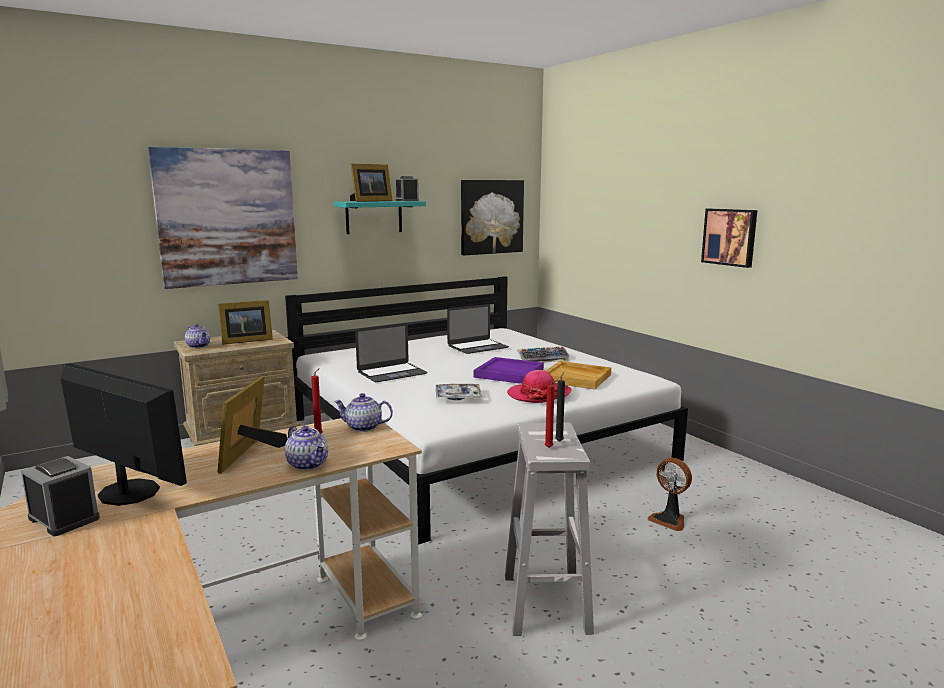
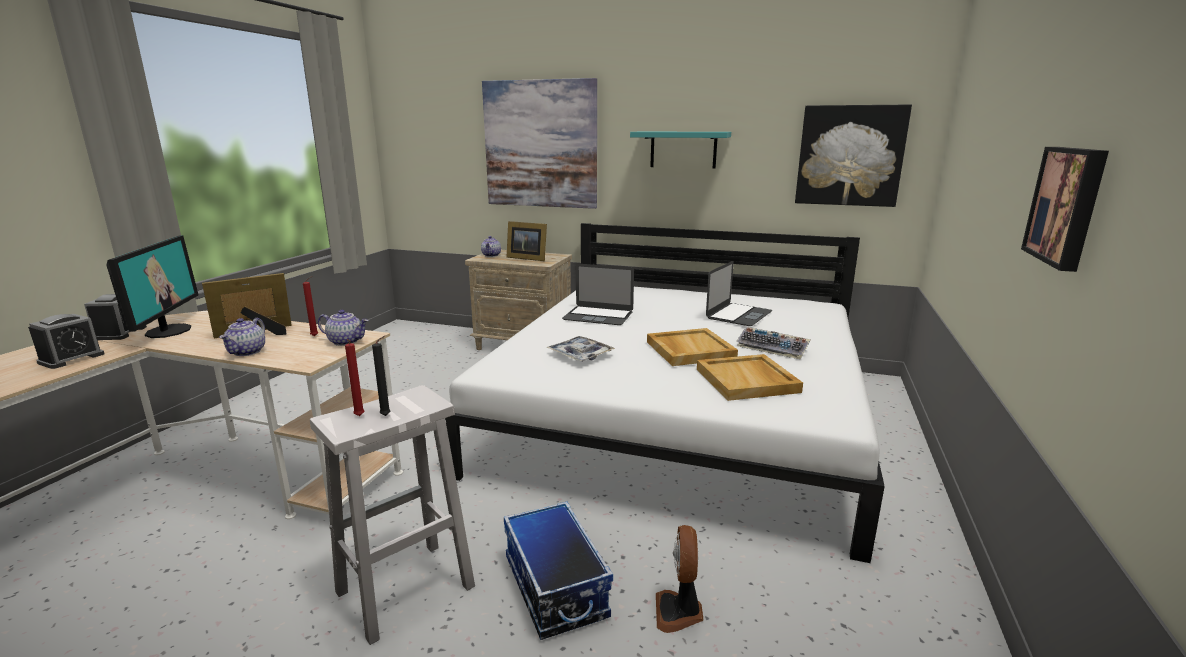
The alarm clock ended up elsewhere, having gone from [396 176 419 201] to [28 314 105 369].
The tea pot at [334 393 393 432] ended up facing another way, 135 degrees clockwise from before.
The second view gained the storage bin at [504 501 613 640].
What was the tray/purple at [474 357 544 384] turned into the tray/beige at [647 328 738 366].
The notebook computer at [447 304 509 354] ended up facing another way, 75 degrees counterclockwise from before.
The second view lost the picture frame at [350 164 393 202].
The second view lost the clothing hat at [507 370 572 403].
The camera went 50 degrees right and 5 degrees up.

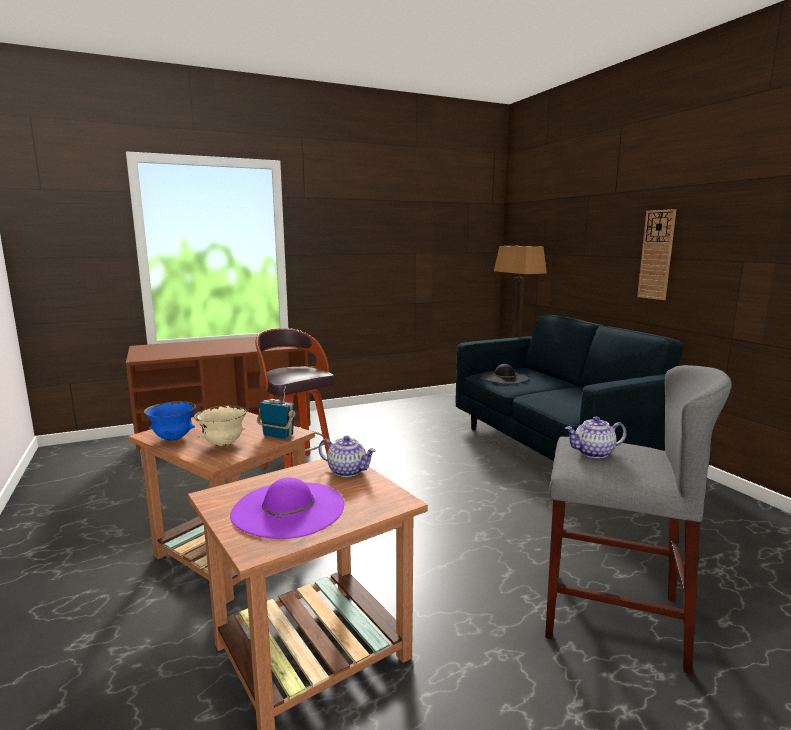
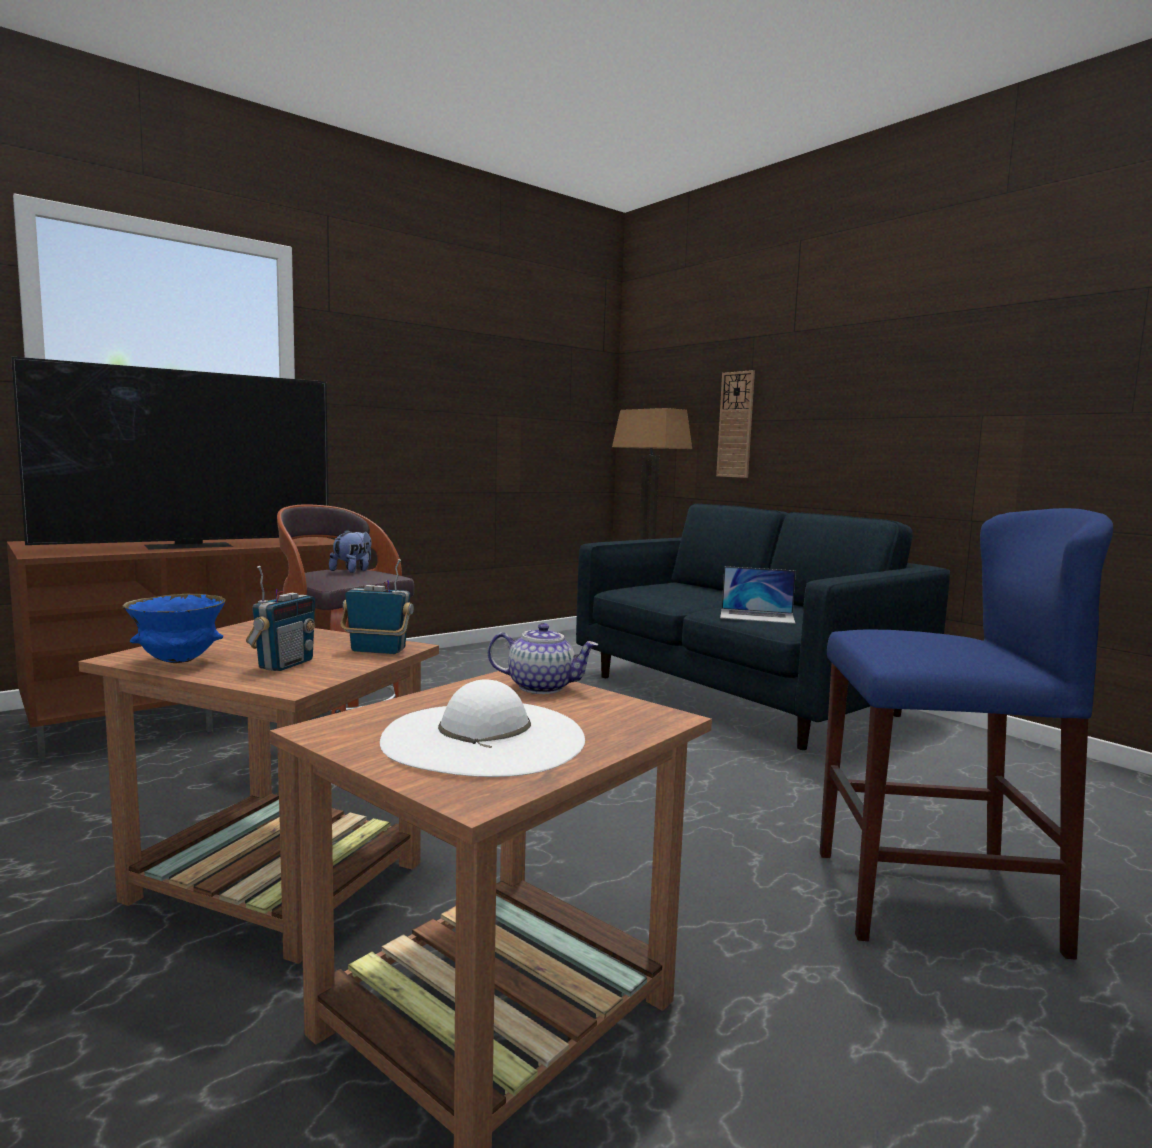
The second view gained the television at [11 356 328 550].
Where the deep dish/beige stood at [194 405 247 446], the radio came to stand at [246 566 316 671].
The second view gained the plush toy at [329 529 372 573].
What was the clothing hat/purple at [230 477 344 539] turned into the clothing hat/white at [380 679 585 777].
The clock on the wall ended up elsewhere, having gone from [637 209 676 300] to [716 370 755 478].
The second view gained the notebook computer at [720 566 796 624].
What was the sitting stool/greyish at [545 365 732 674] turned into the sitting stool/blue-coloured at [820 508 1113 960].
The second view lost the clothing hat/blackish at [479 364 529 384].
The second view lost the tea pot at [565 416 627 458].
The camera went 15 degrees left and 5 degrees down.

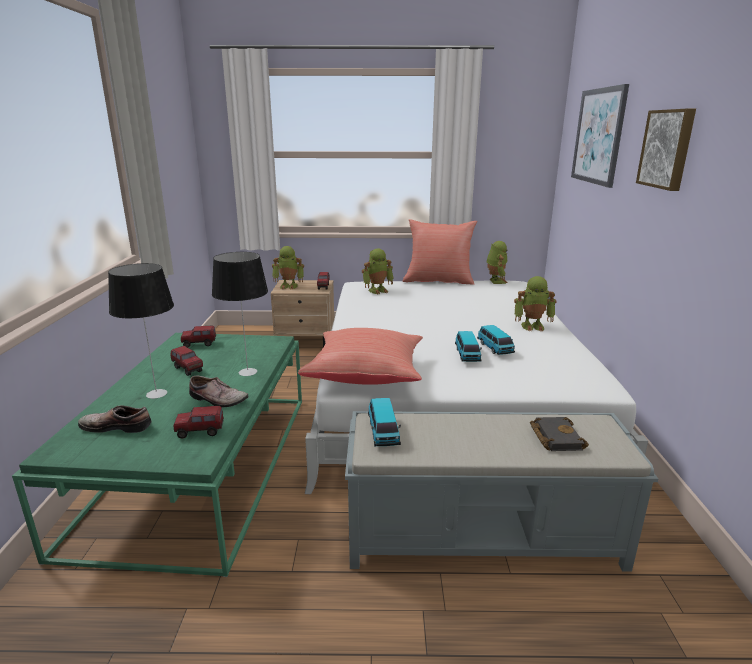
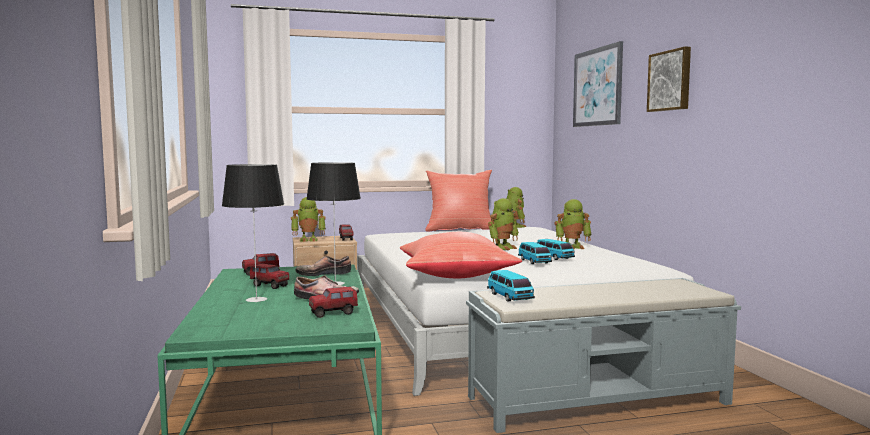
The item of footwear ended up elsewhere, having gone from [78 405 151 433] to [296 256 351 276].
The robot figure ended up elsewhere, having gone from [362 248 394 294] to [488 198 519 250].
The second view lost the book/blackish at [530 417 589 451].
The camera went 15 degrees left and 15 degrees down.

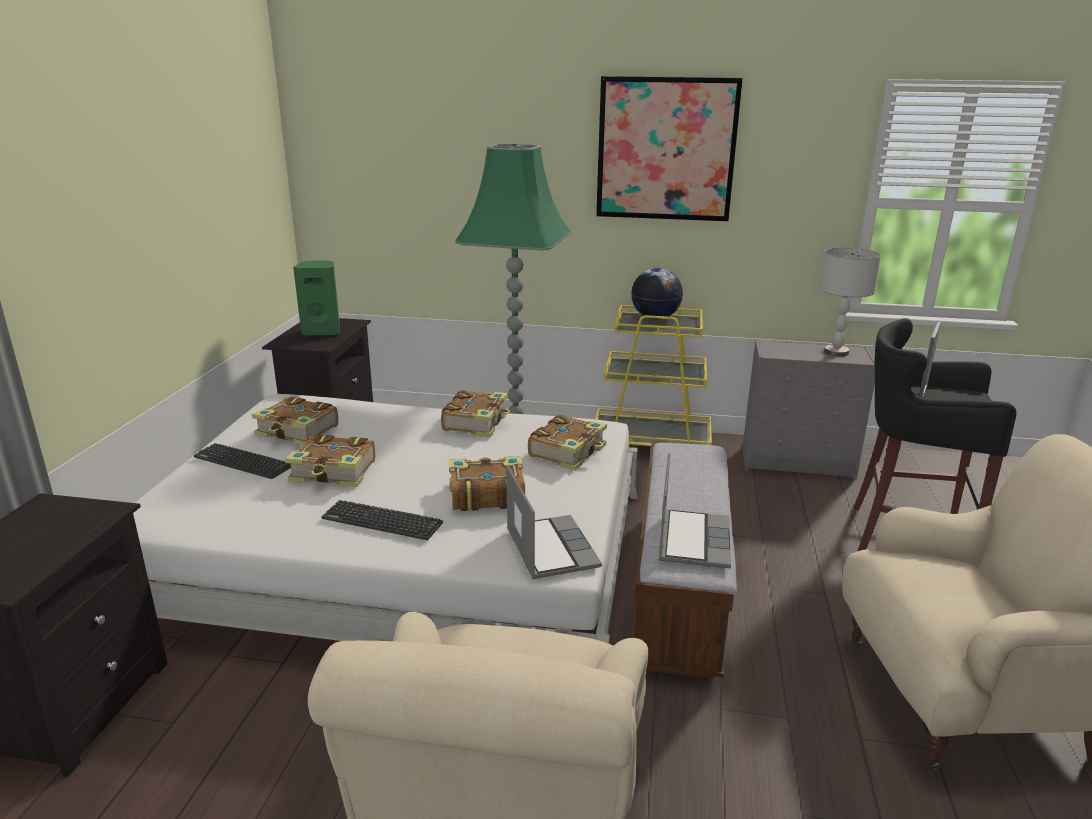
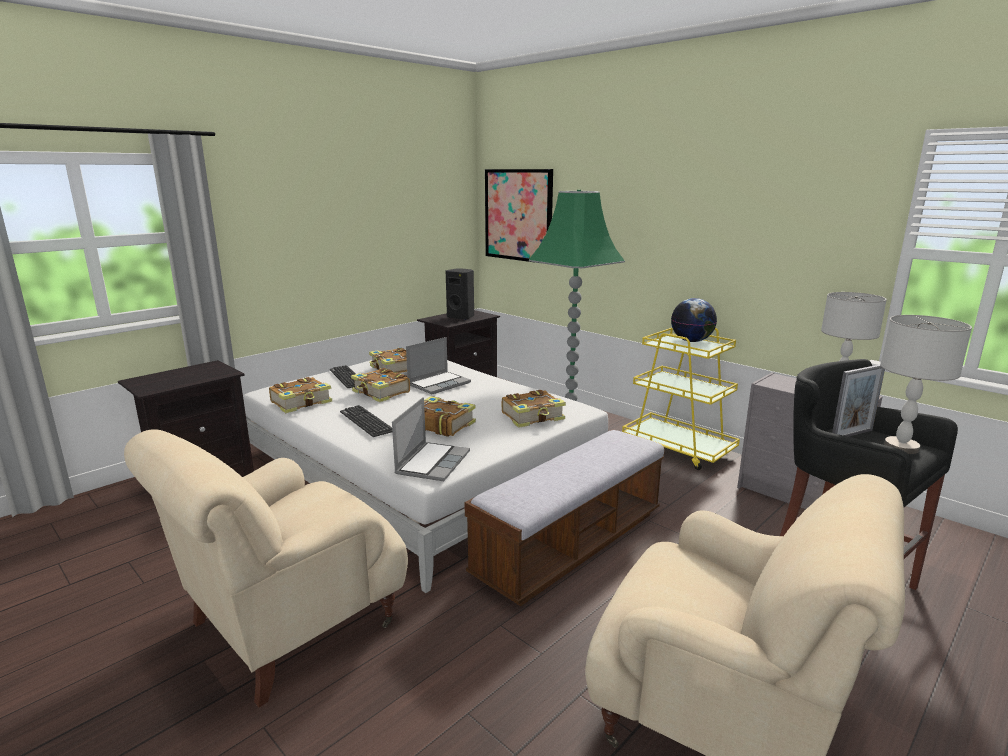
The book ended up elsewhere, having gone from [441 390 510 437] to [269 377 332 413].
The notebook computer ended up elsewhere, having gone from [659 453 731 568] to [406 337 471 394].
What was the speaker/green-coloured at [293 260 340 336] turned into the speaker/blackish at [446 269 474 320].
The picture ended up elsewhere, having gone from [596 76 743 221] to [485 169 553 264].
The second view gained the tabletop lamp/greyish at [880 315 972 454].
The camera went 35 degrees right and 5 degrees down.

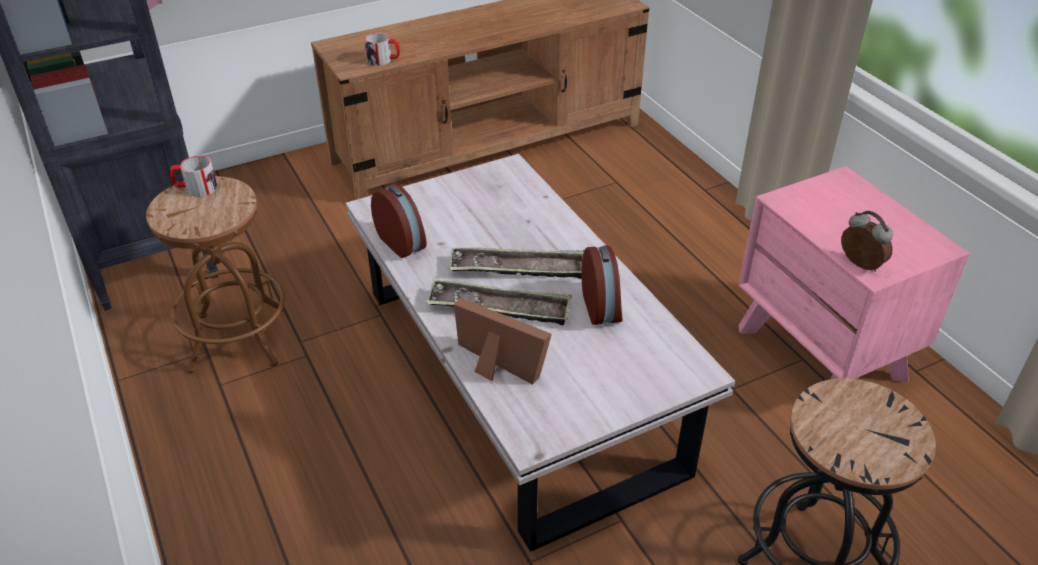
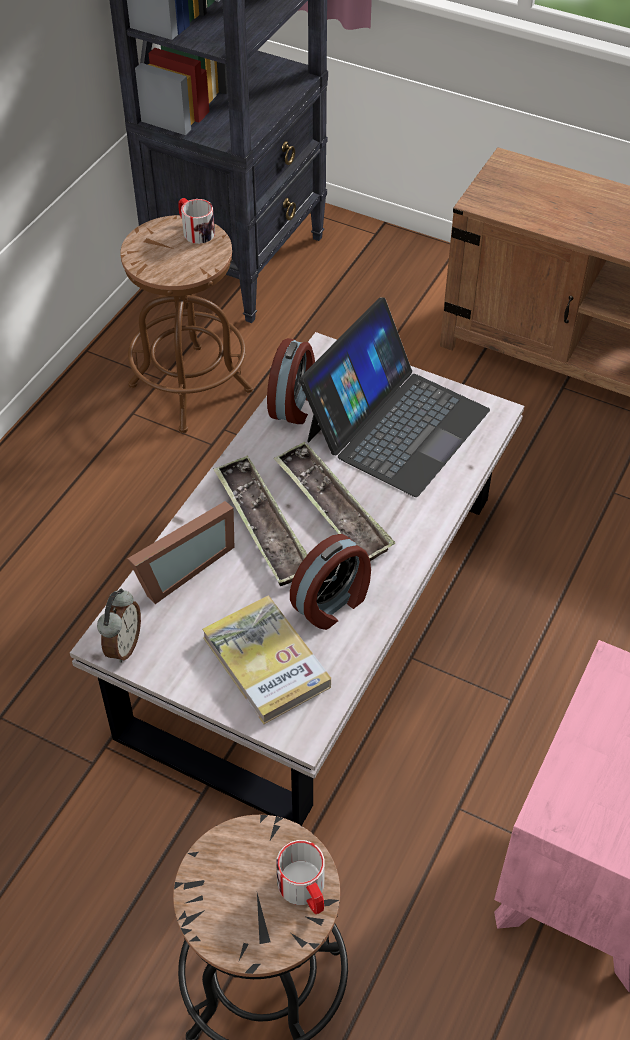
The alarm clock ended up elsewhere, having gone from [841 211 893 272] to [97 588 141 663].
The picture frame at [454 298 552 385] ended up facing another way, 45 degrees clockwise from before.
The second view gained the book at [202 596 331 724].
The tea mug ended up elsewhere, having gone from [364 33 400 66] to [276 840 325 914].
The second view gained the notebook computer at [299 298 490 497].
The camera went 55 degrees right and 10 degrees up.

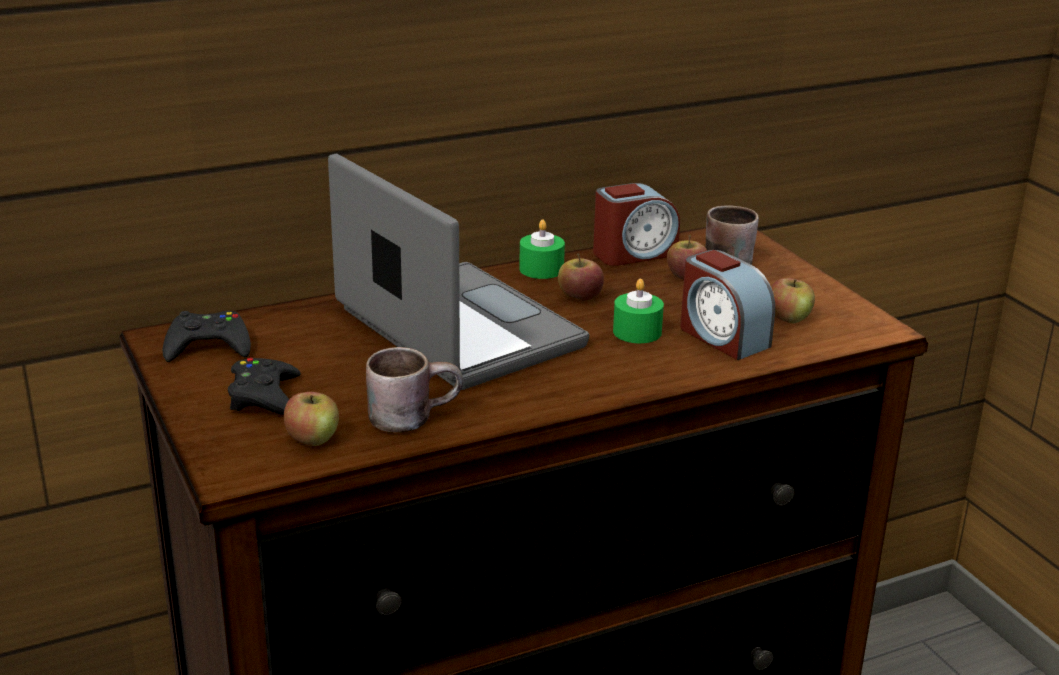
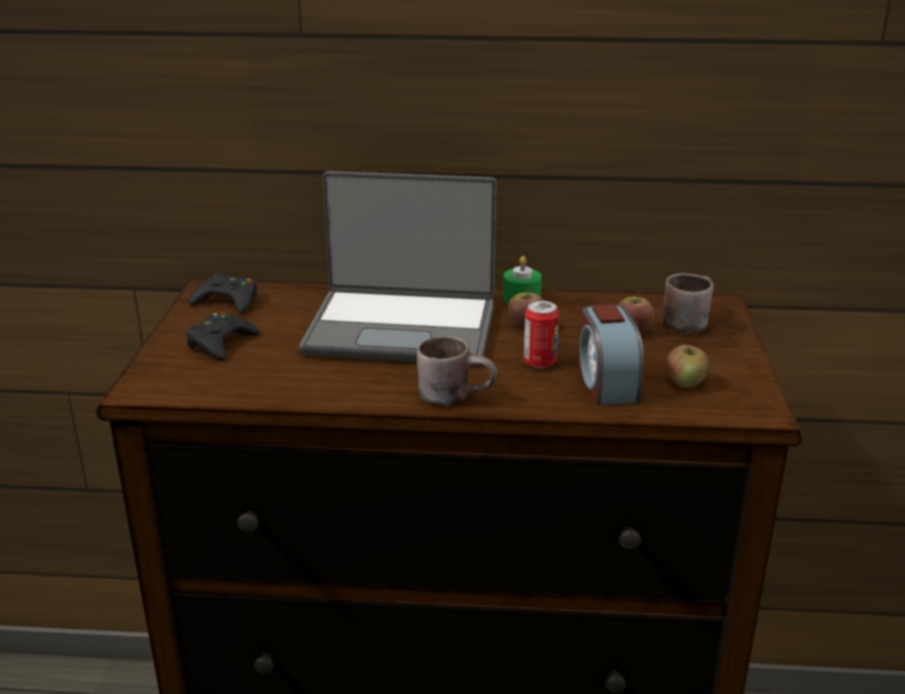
The notebook computer at [328 154 589 390] ended up facing another way, 105 degrees clockwise from before.
The tea mug/brown ended up elsewhere, having gone from [366 347 463 433] to [417 336 497 406].
Where the candle/green-coloured stood at [613 279 664 343], the metal can came to stand at [524 301 559 368].
The second view lost the whole apple at [284 392 339 446].
The second view lost the alarm clock at [593 183 680 266].
The camera went 30 degrees right and 0 degrees up.

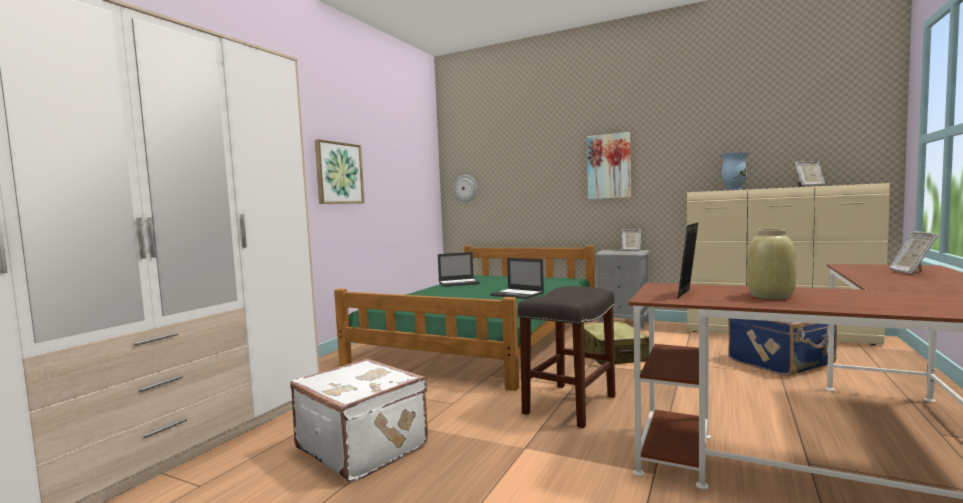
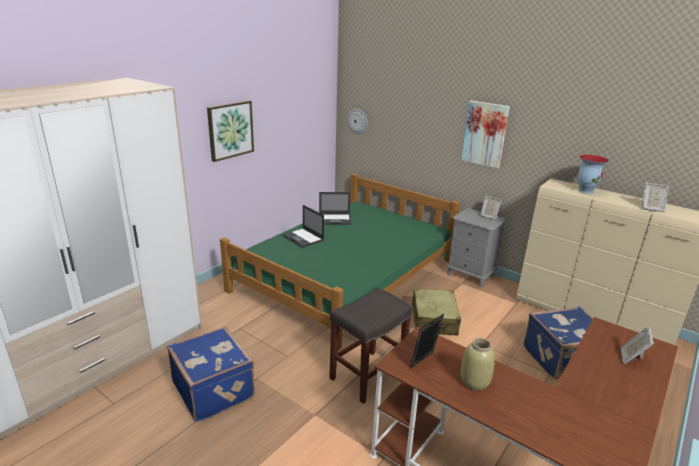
What was the travel case/white at [290 358 428 482] turned into the travel case/blue-coloured at [167 326 255 422].
The notebook computer ended up elsewhere, having gone from [490 258 544 299] to [282 205 324 248].
The camera went 10 degrees right and 20 degrees up.

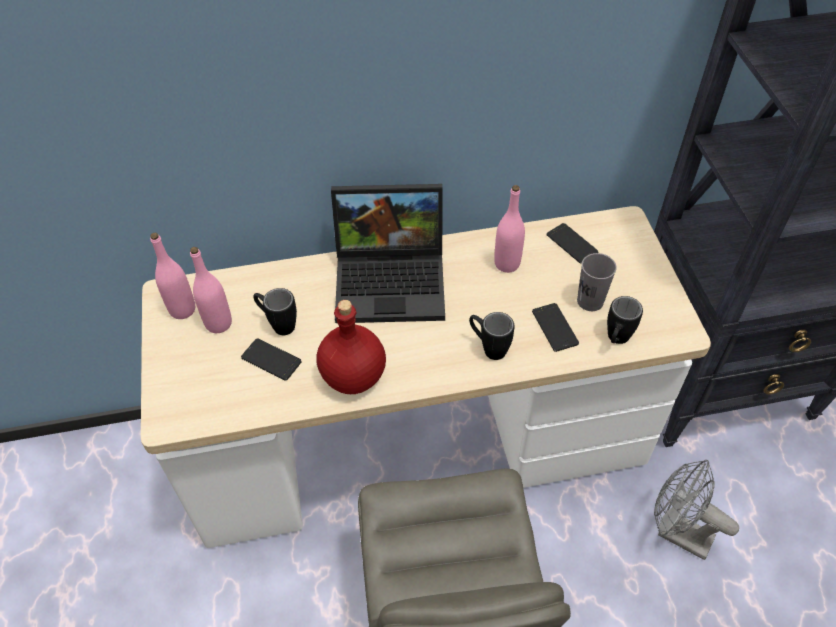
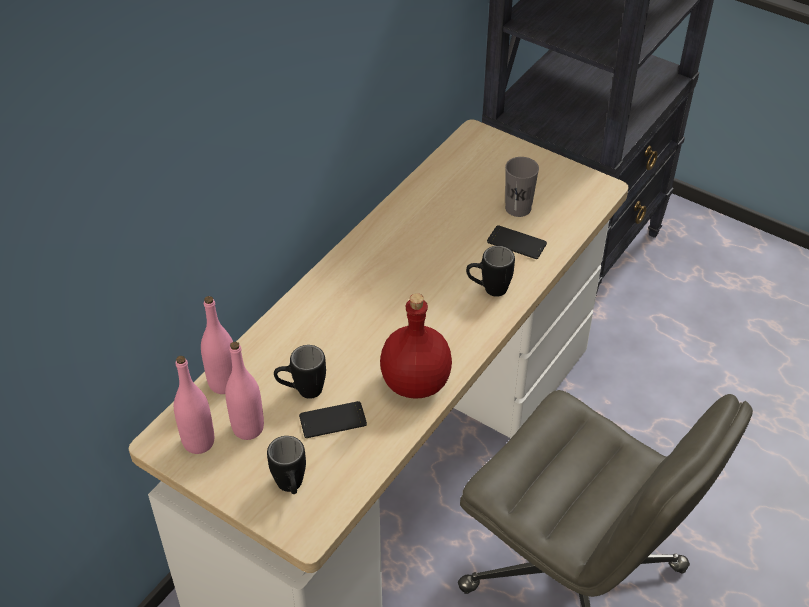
The drink bottle/pink ended up elsewhere, having gone from [494 185 525 273] to [201 296 233 394].
The tea mug/blackish ended up elsewhere, having gone from [607 296 643 344] to [267 436 306 494].
The second view lost the notebook computer at [331 184 445 323].
The second view lost the phone at [546 223 598 264].
The second view lost the cooling fan/greyish at [654 460 739 560].
The camera went 45 degrees left and 5 degrees down.

